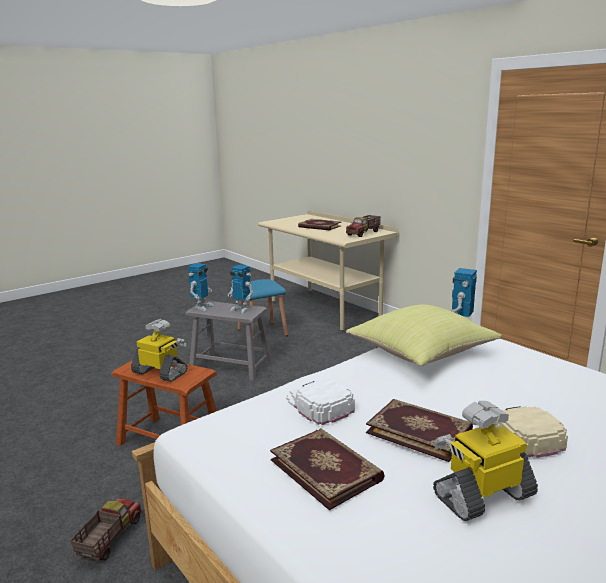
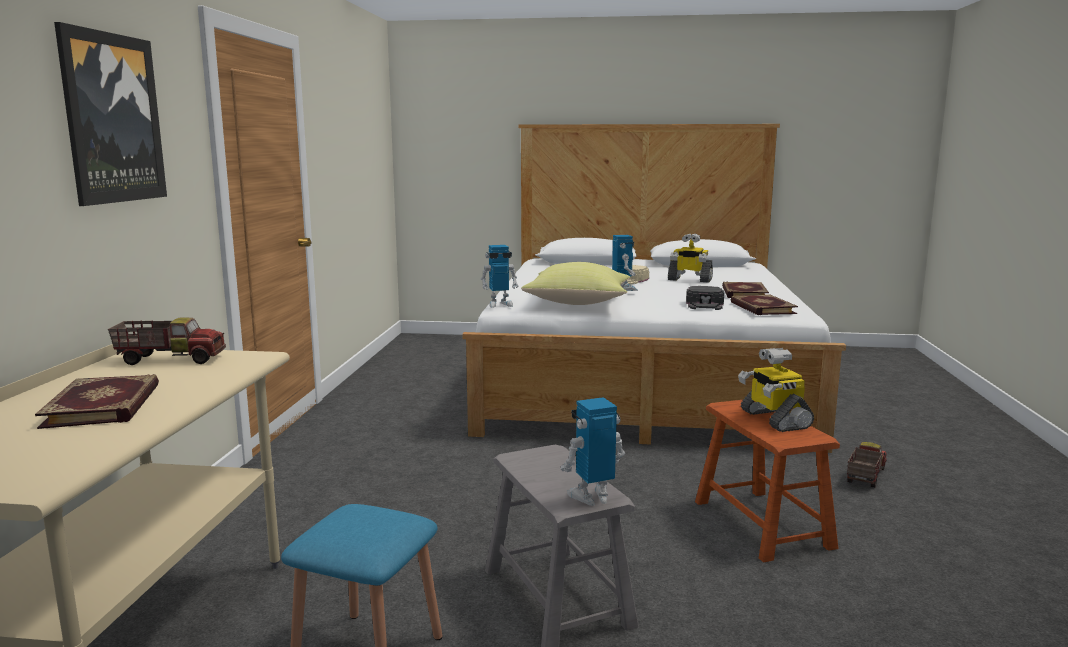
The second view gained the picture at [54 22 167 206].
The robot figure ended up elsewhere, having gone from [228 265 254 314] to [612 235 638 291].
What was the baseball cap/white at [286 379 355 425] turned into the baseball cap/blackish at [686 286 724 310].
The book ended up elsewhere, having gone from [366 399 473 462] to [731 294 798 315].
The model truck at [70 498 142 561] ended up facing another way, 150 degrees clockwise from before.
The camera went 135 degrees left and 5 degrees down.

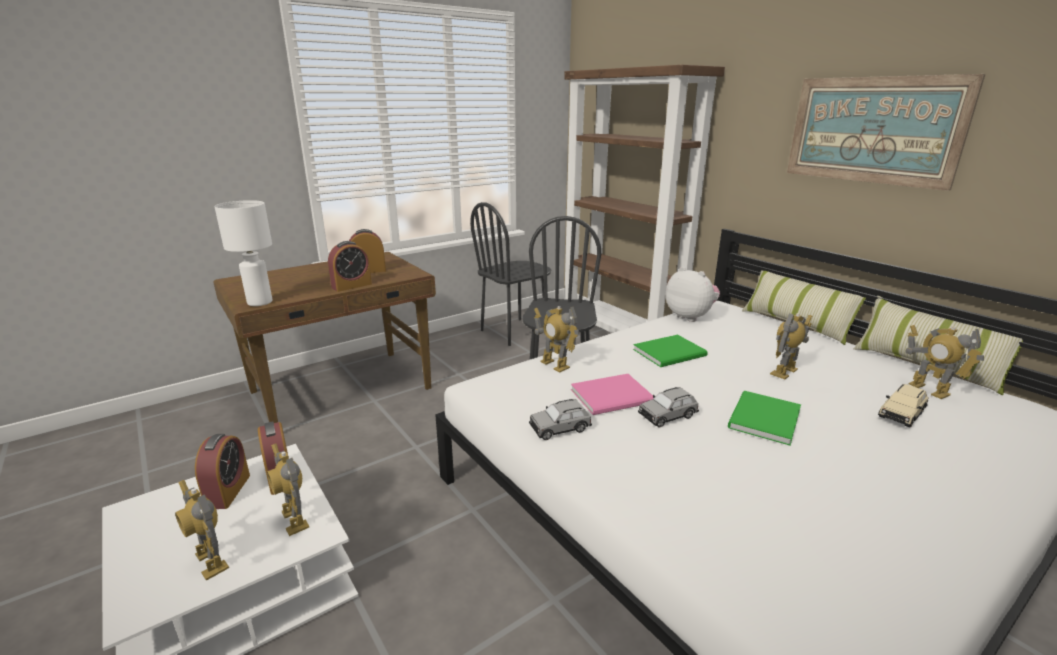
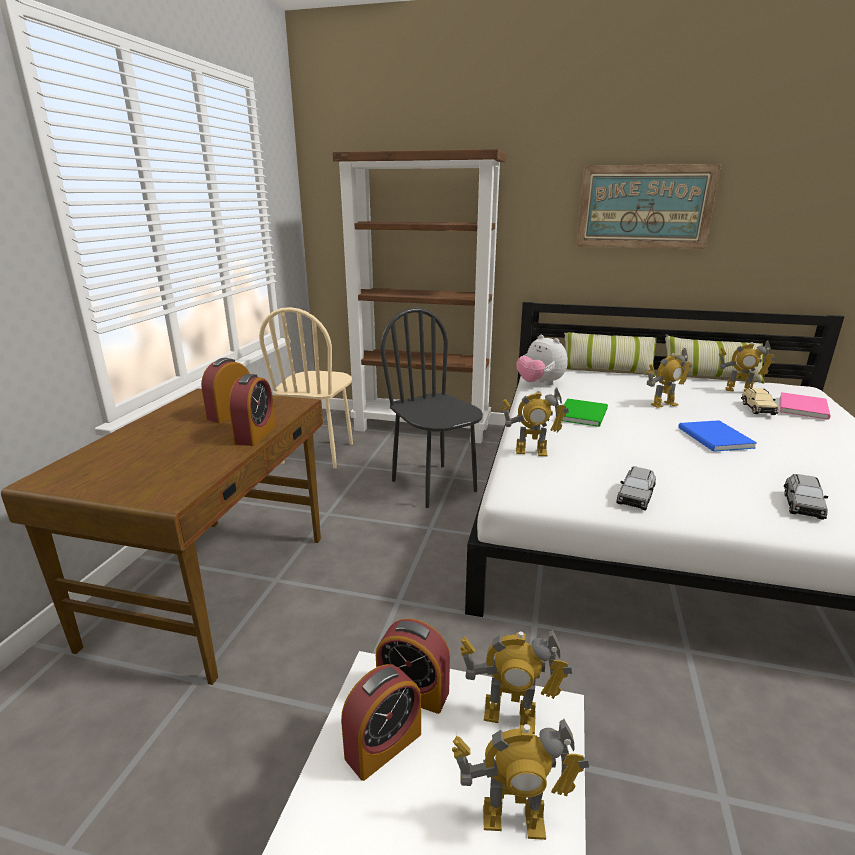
What was the upright chair/blackish at [470 202 551 346] turned into the upright chair/beige at [259 307 353 469].
The alarm clock at [195 434 250 509] ended up facing another way, 90 degrees clockwise from before.
The plush toy at [666 267 720 322] ended up facing another way, 135 degrees counterclockwise from before.
The robot figure at [770 313 812 379] ended up facing another way, 120 degrees counterclockwise from before.
What was the book/green-coloured at [728 391 801 446] turned into the book/blue-coloured at [678 420 757 452].
The book/pink ended up elsewhere, having gone from [571 374 653 415] to [780 392 831 420].
The model car/greyish ended up elsewhere, having gone from [638 387 699 427] to [784 474 828 520].
The second view lost the tabletop lamp/white at [214 200 272 306].
The camera went 40 degrees left and 0 degrees up.

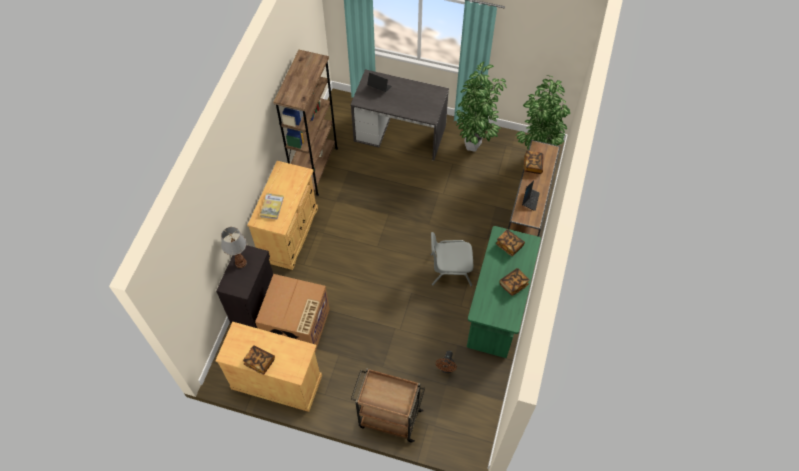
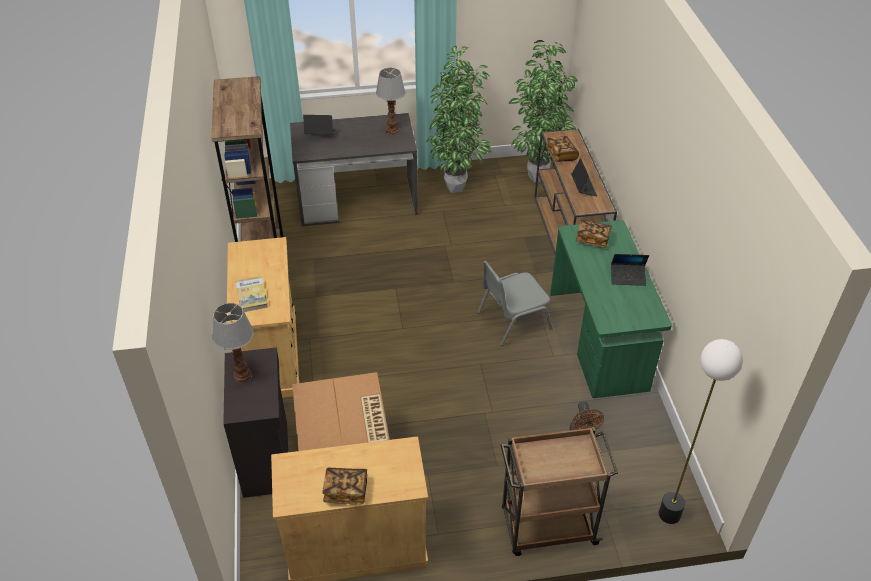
The second view gained the tabletop lamp at [376 68 406 135].
Where the book stood at [500 268 530 296], the notebook computer came to stand at [611 254 649 286].
The second view gained the standing lamp at [659 339 743 524].
The camera went 25 degrees left and 15 degrees down.

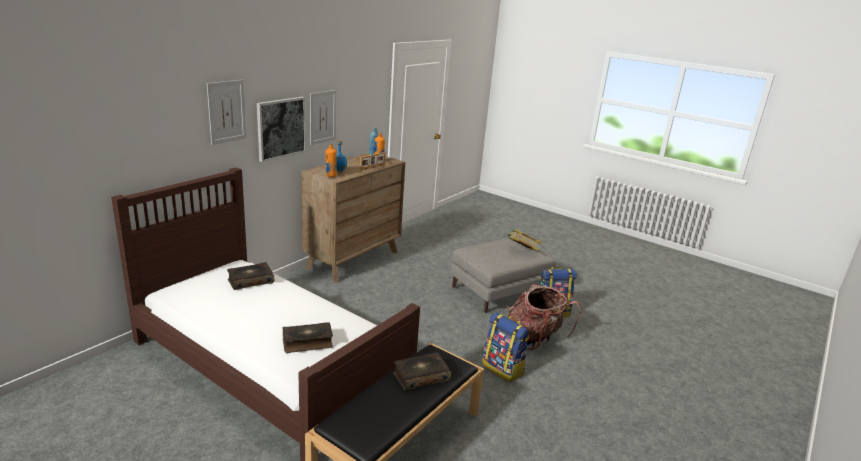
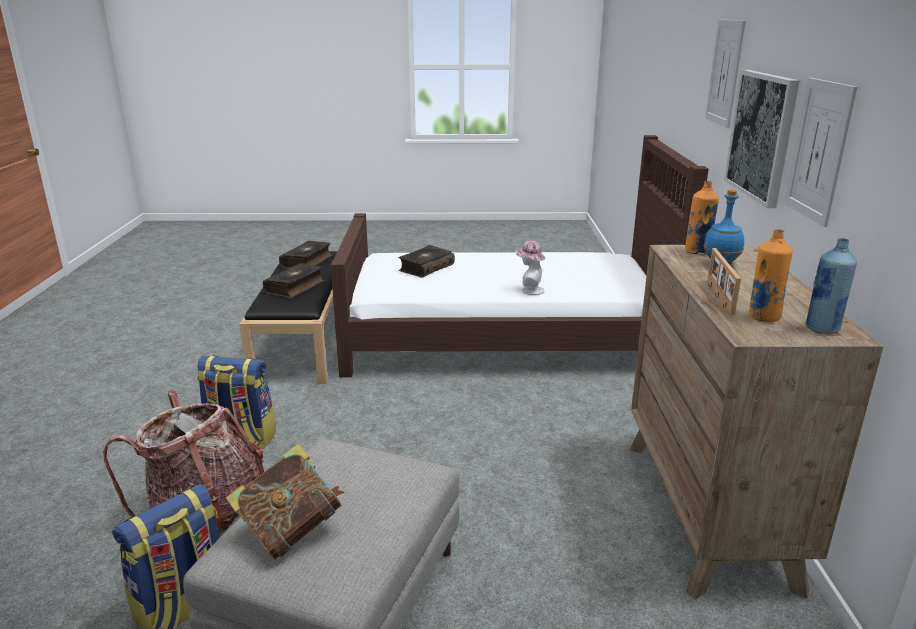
The book ended up elsewhere, having gone from [227 262 274 290] to [279 241 332 269].
The second view gained the clothing hat at [515 241 545 295].
The camera went 145 degrees right and 0 degrees up.

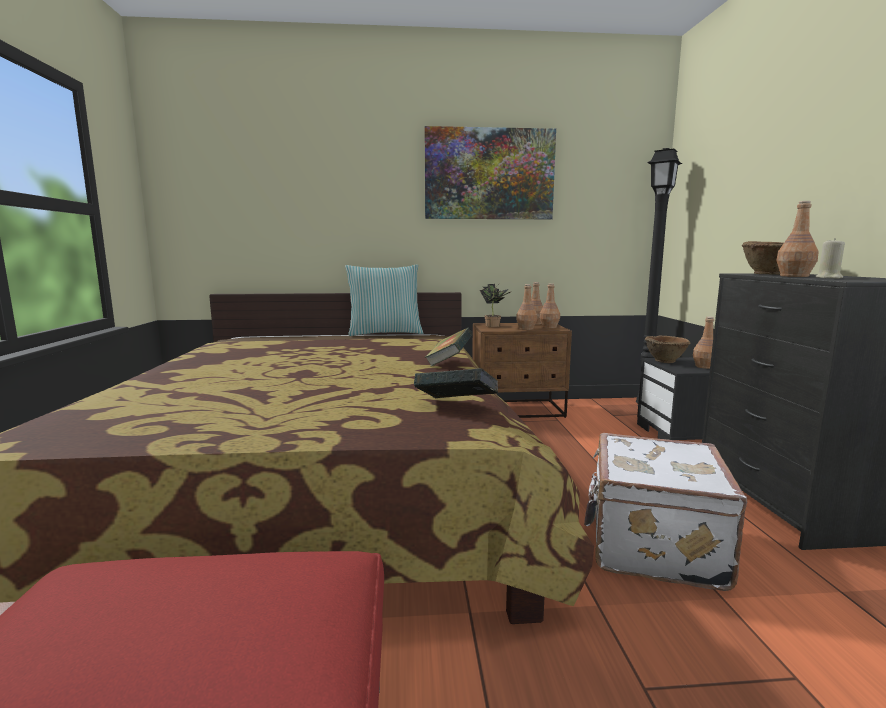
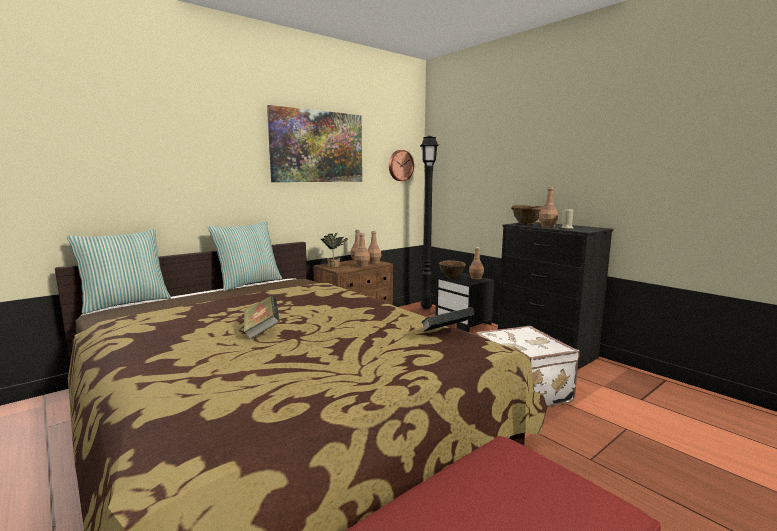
The second view gained the pillow at [67 229 171 314].
The book ended up elsewhere, having gone from [425 328 473 367] to [244 295 280 340].
The second view gained the clock on the wall at [389 150 414 181].
The camera went 35 degrees left and 0 degrees up.

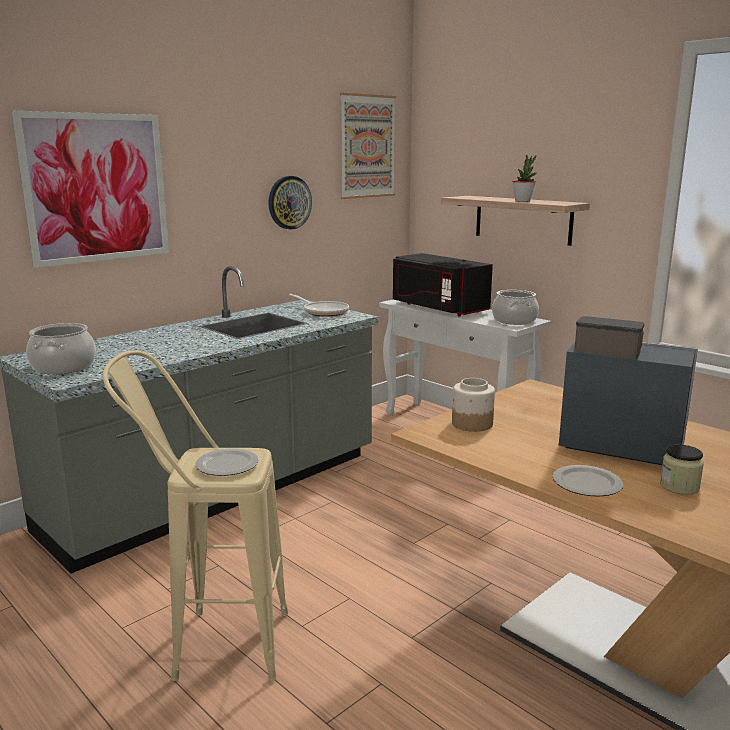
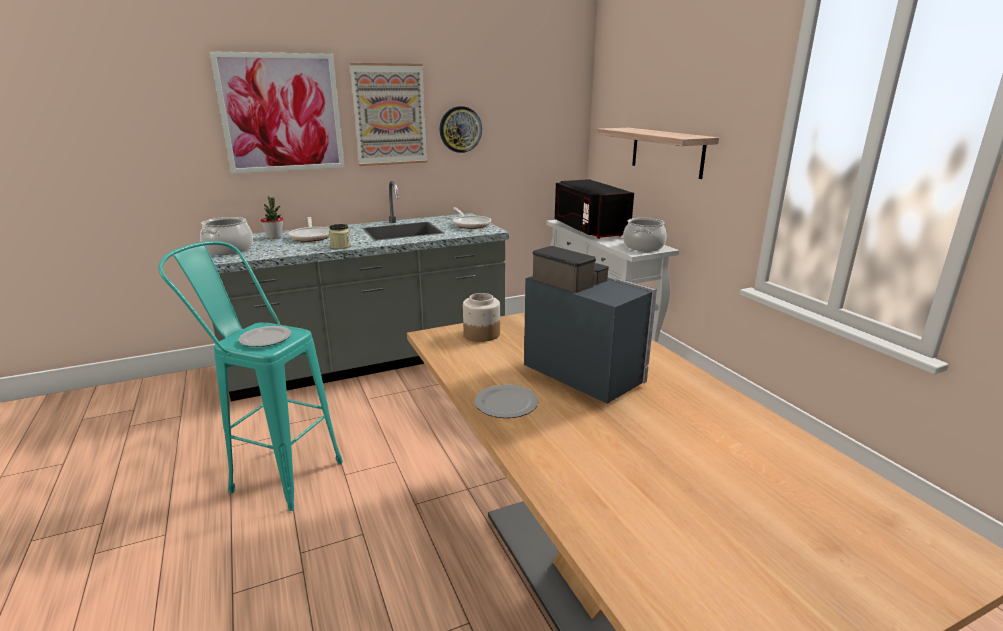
What was the sitting stool/beige at [102 351 288 681] turned into the sitting stool/turquoise-coloured at [158 241 343 511].
The plant in a pot ended up elsewhere, having gone from [512 155 536 202] to [260 196 283 239].
The second view gained the skillet at [289 217 330 242].
The storage jar ended up elsewhere, having gone from [660 445 704 495] to [329 224 351 249].
The picture ended up elsewhere, having gone from [340 93 396 199] to [350 63 427 166].
The camera went 20 degrees right and 5 degrees up.

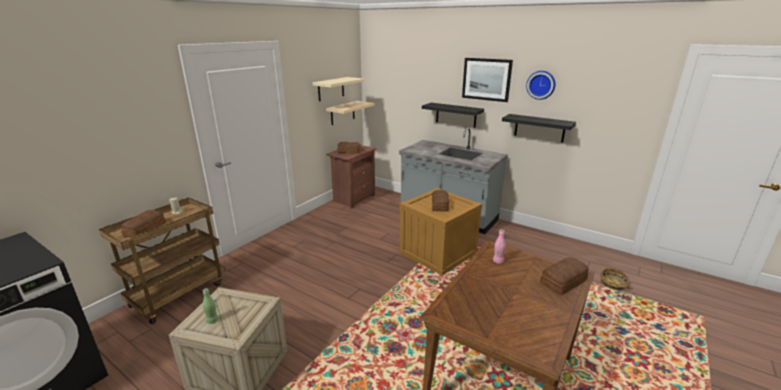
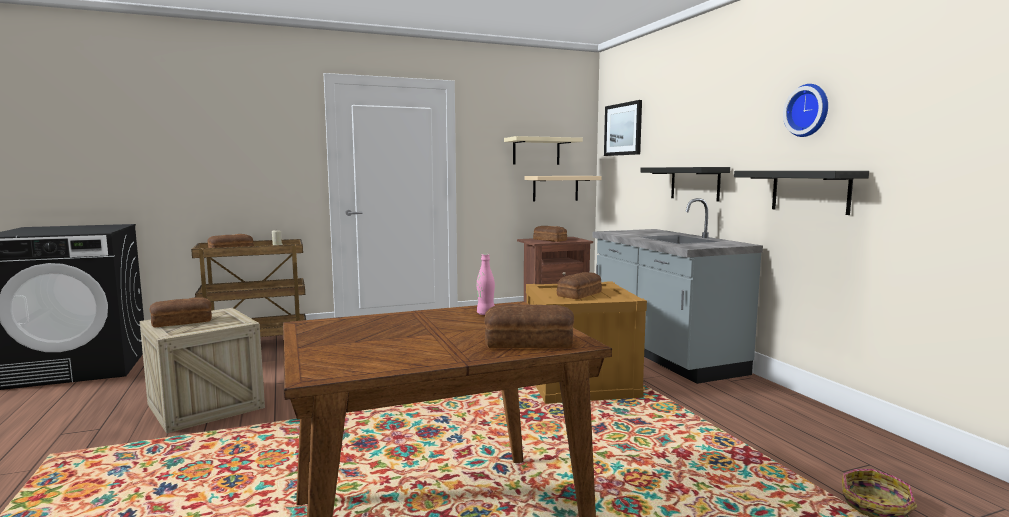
Where the drink bottle/green-coloured stood at [203 288 218 324], the bread came to stand at [150 297 212 327].
The picture ended up elsewhere, having gone from [462 58 513 102] to [604 100 642 156].
The camera went 35 degrees right and 15 degrees down.

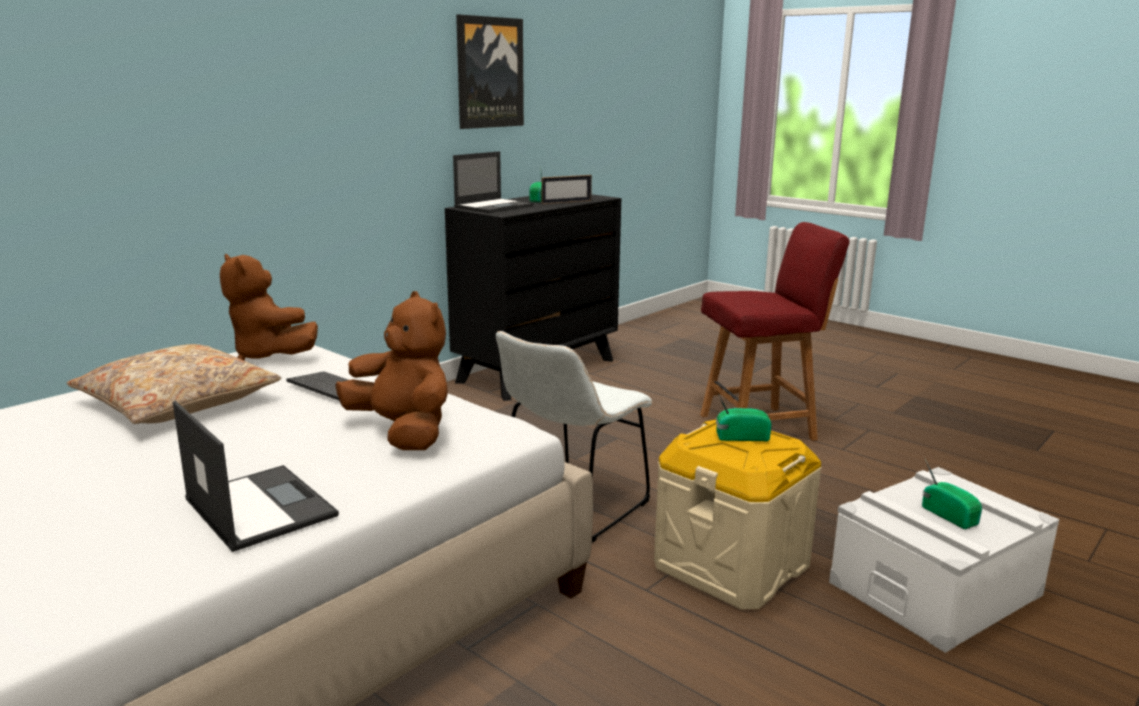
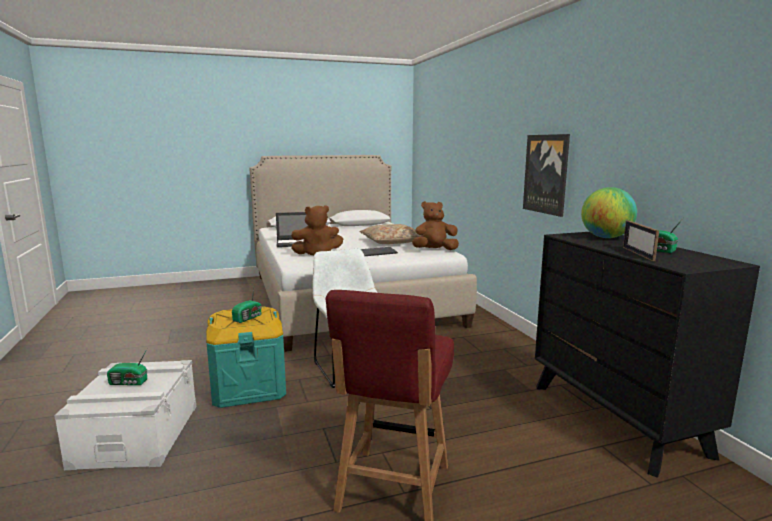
What was the storage bin/beige at [654 420 822 609] turned into the storage bin/turquoise-coloured at [206 306 286 408].
The picture ended up elsewhere, having gone from [456 14 524 129] to [523 134 570 217].
Where the notebook computer stood at [453 151 534 213], the globe came to stand at [581 187 637 238].
The camera went 120 degrees right and 5 degrees down.

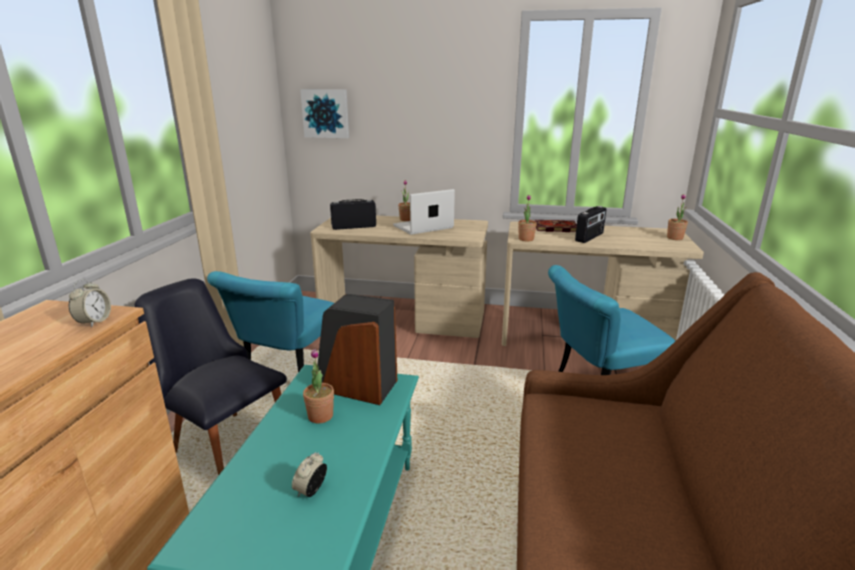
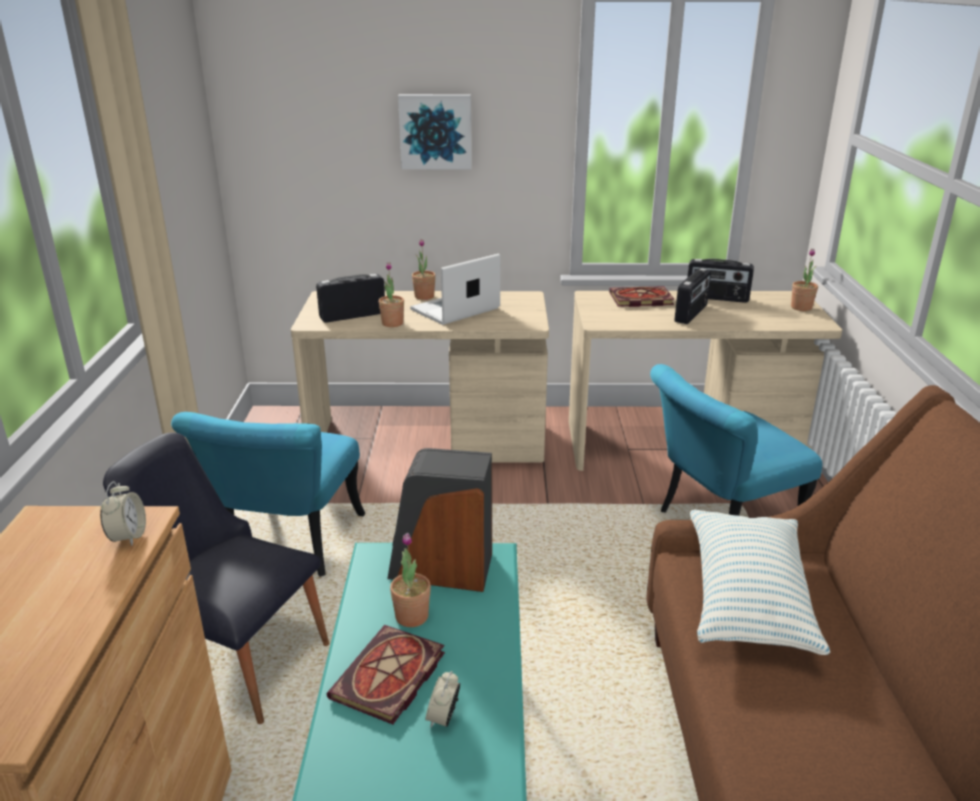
The second view gained the book at [327 625 445 725].
The plant in a pot ended up elsewhere, having gone from [518 195 537 241] to [379 262 404 327].
The picture ended up elsewhere, having gone from [300 89 349 138] to [398 94 472 169].
The second view gained the radio at [687 259 754 303].
The second view gained the pillow at [690 510 830 655].
The camera went 10 degrees left and 5 degrees up.

